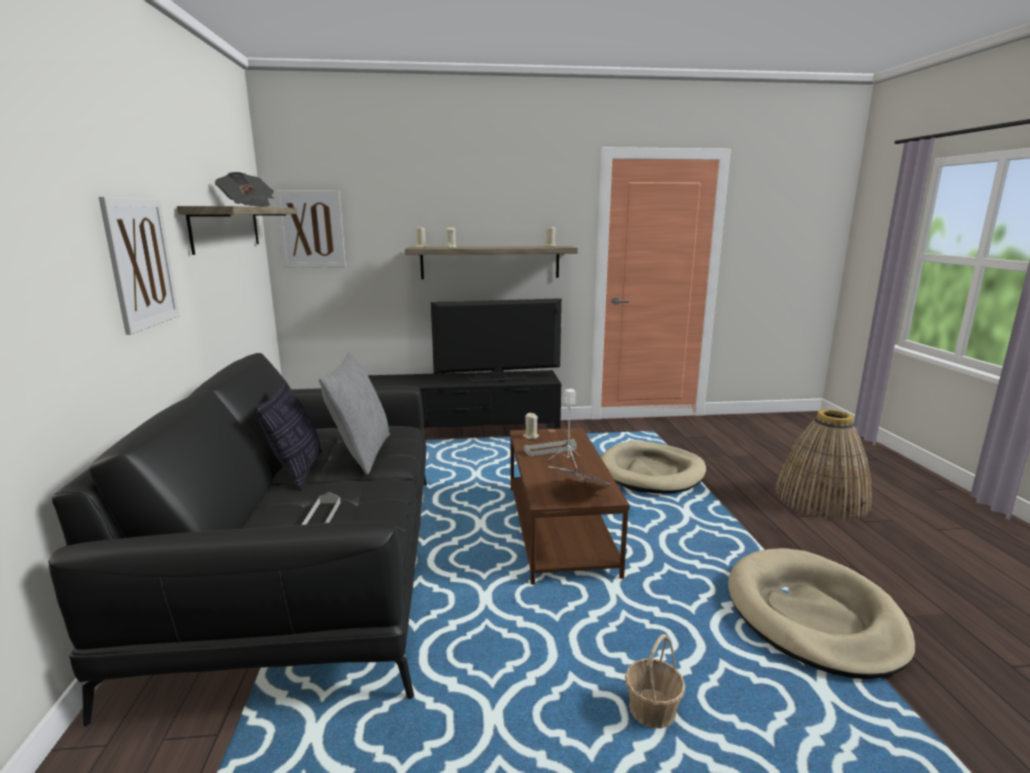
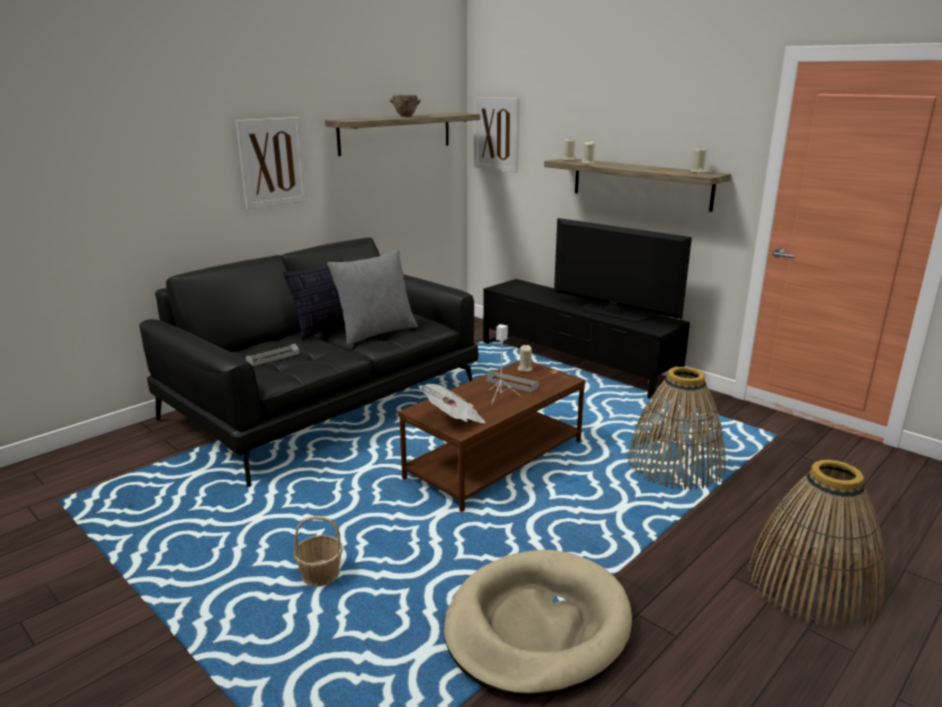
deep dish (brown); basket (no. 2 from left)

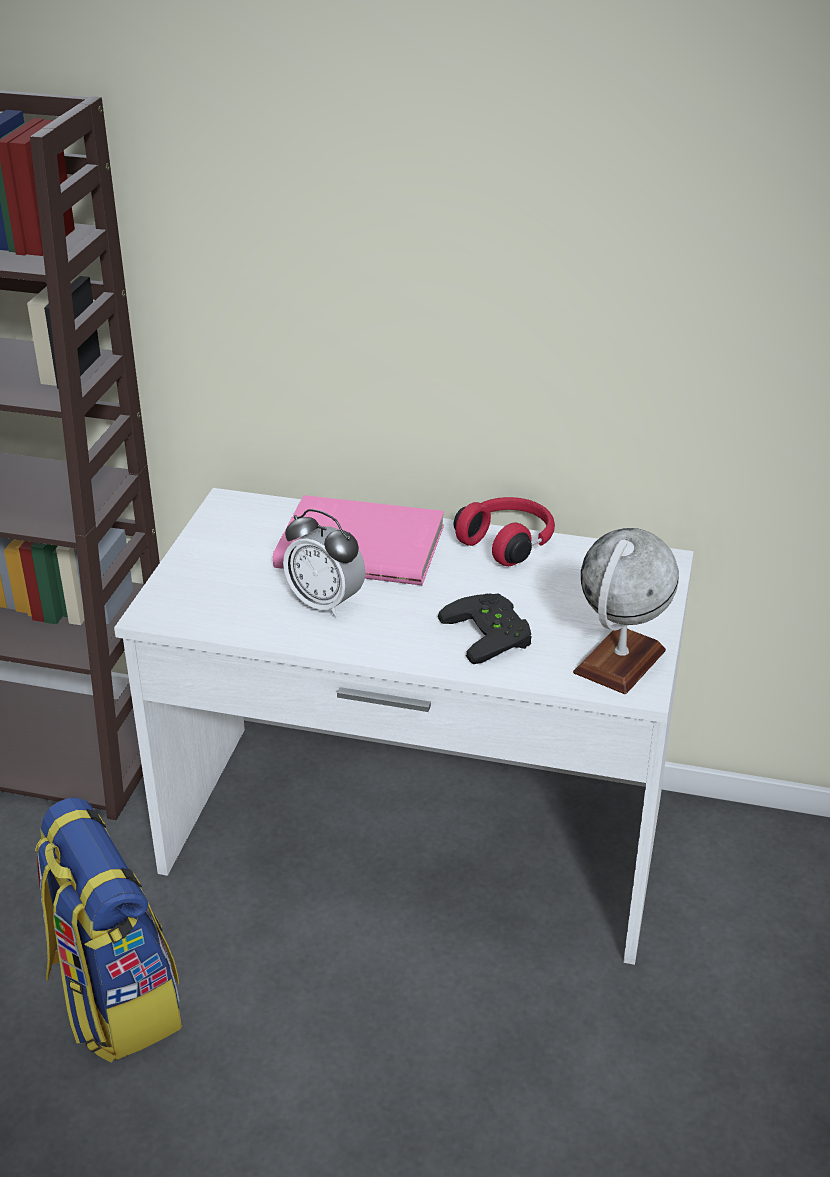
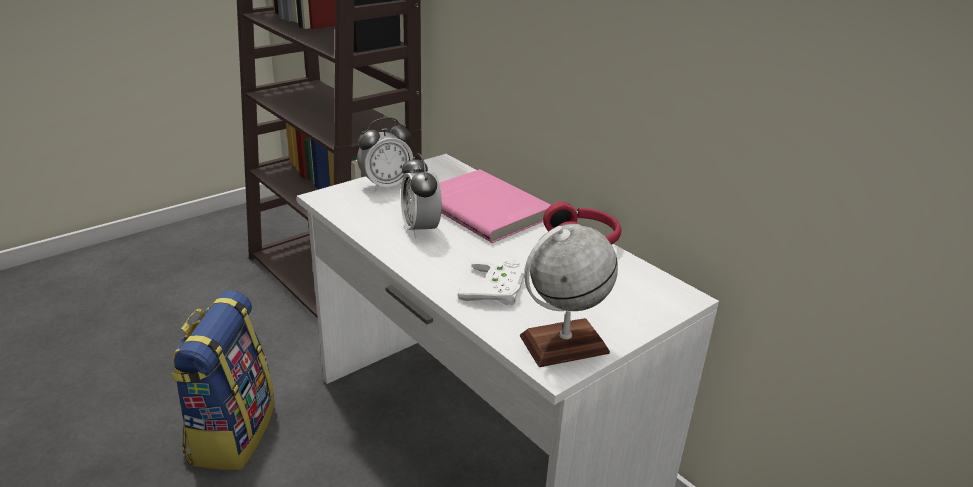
game controller (white-coloured); alarm clock (no. 1 from left)

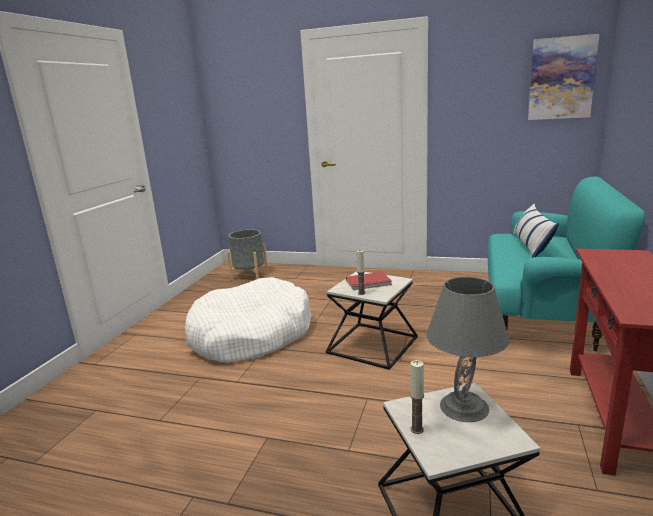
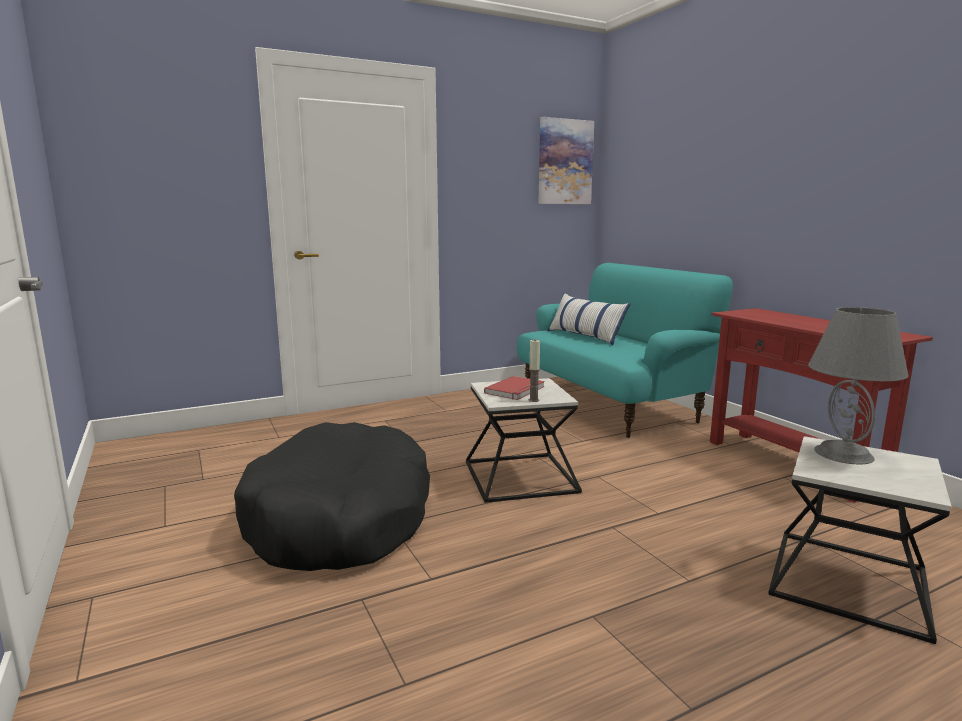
flower pot (gray); dog cushion (black); wax candle (no. 2 from left in the first image)

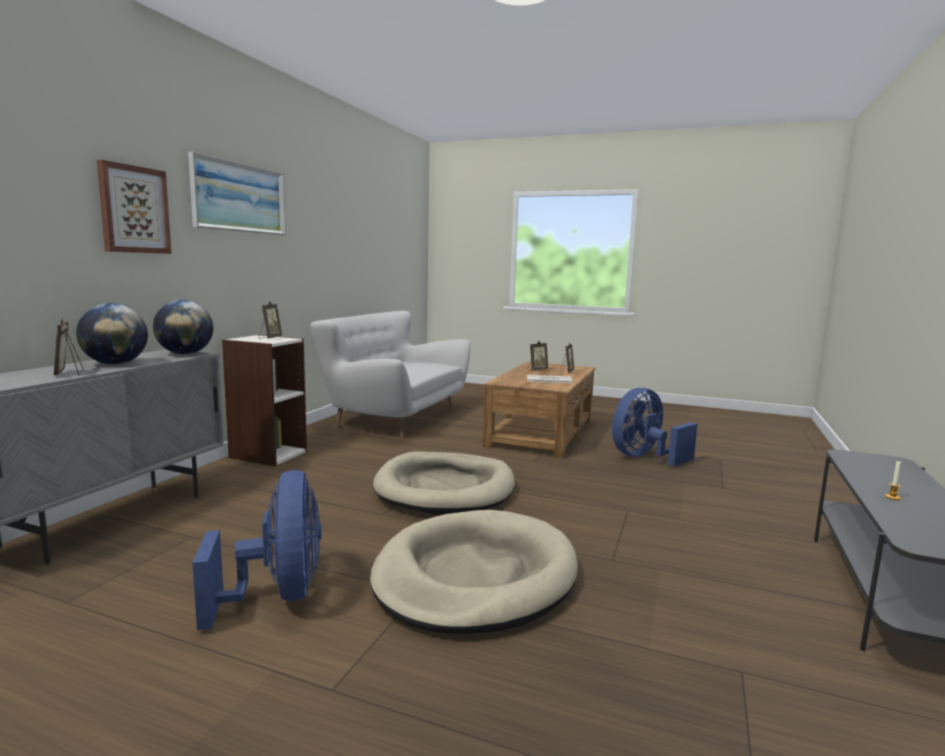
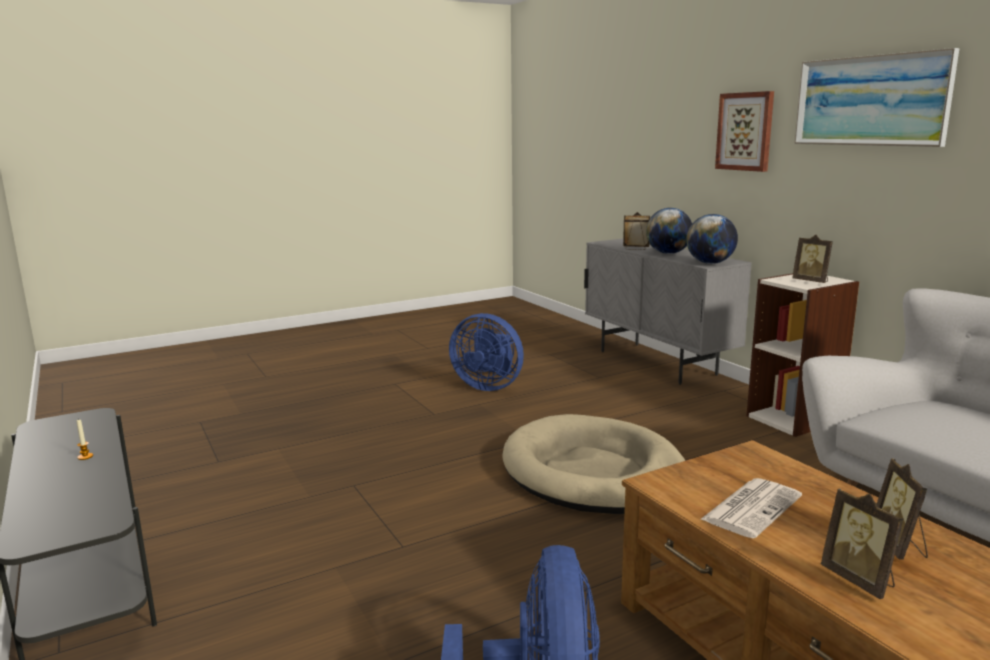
dog cushion (sand-coloured) (no. 2 from left in the first image)

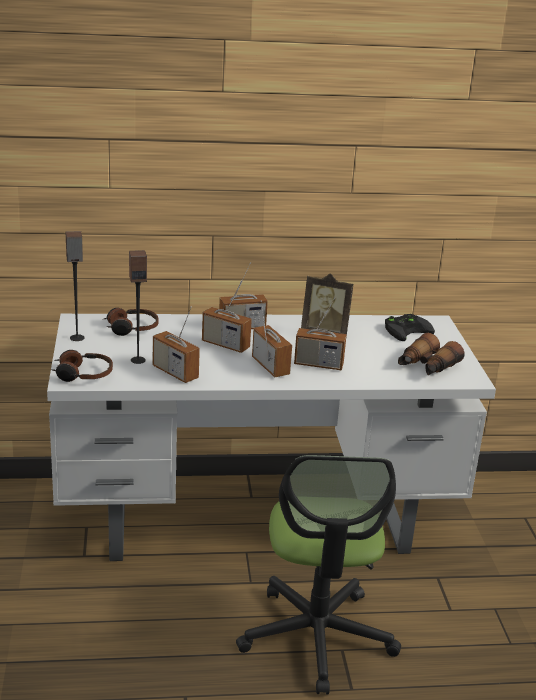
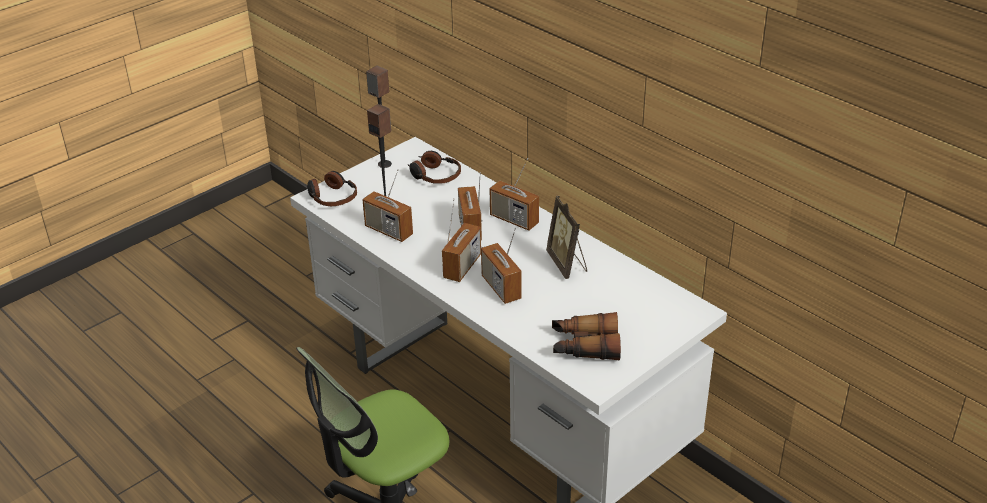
radio (no. 1 from left); game controller (black)

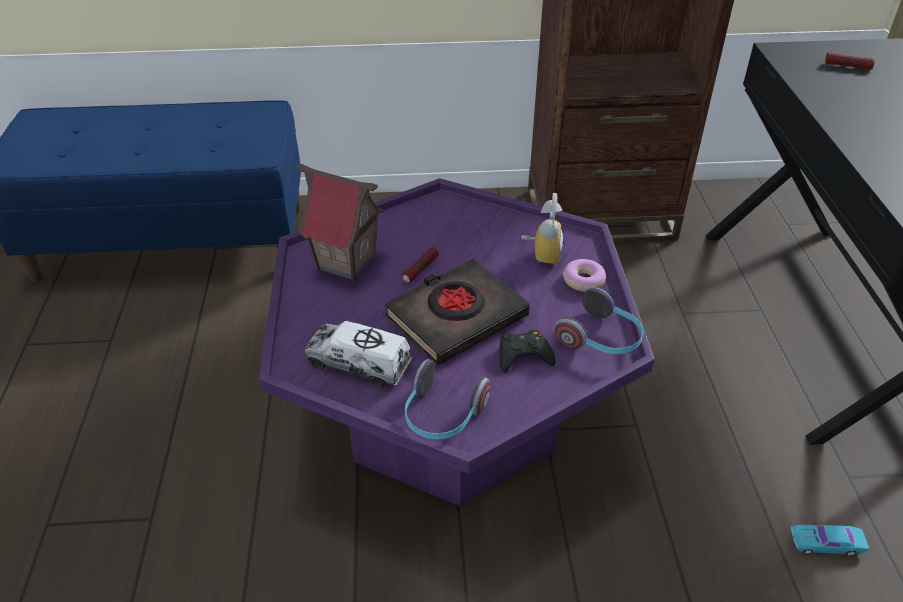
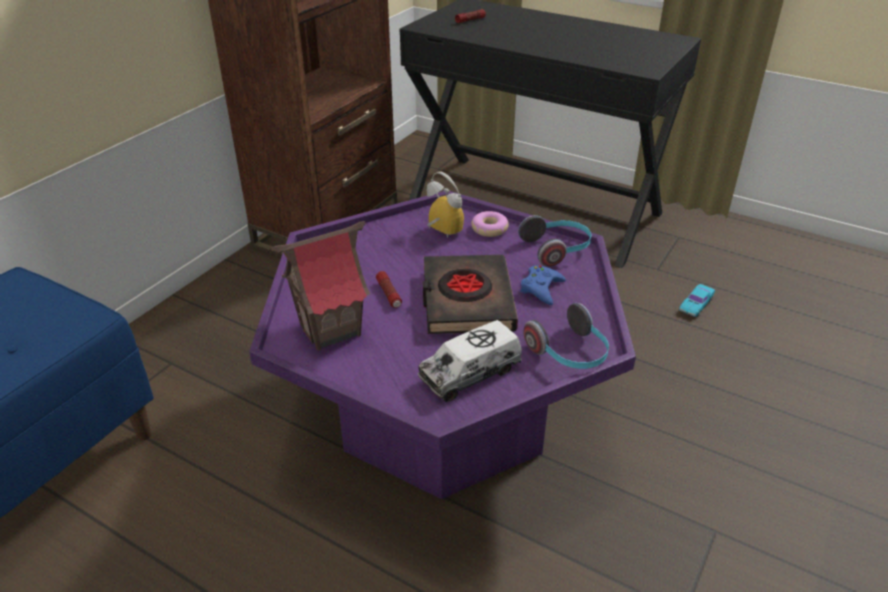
game controller (bluish)

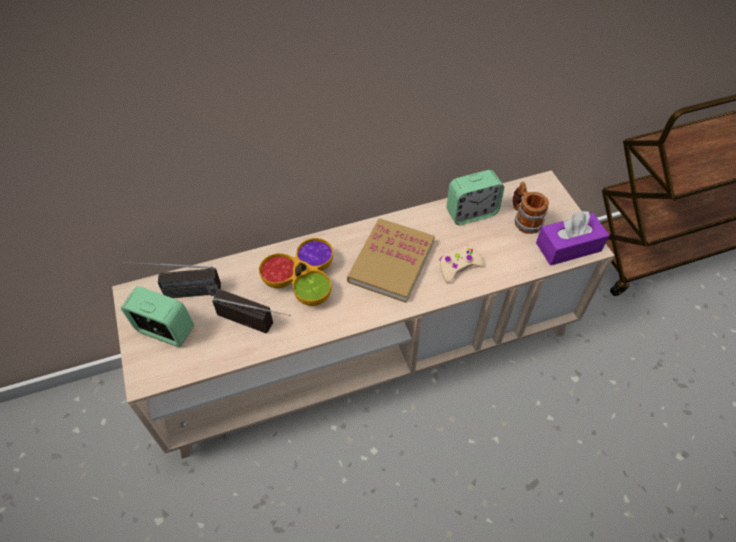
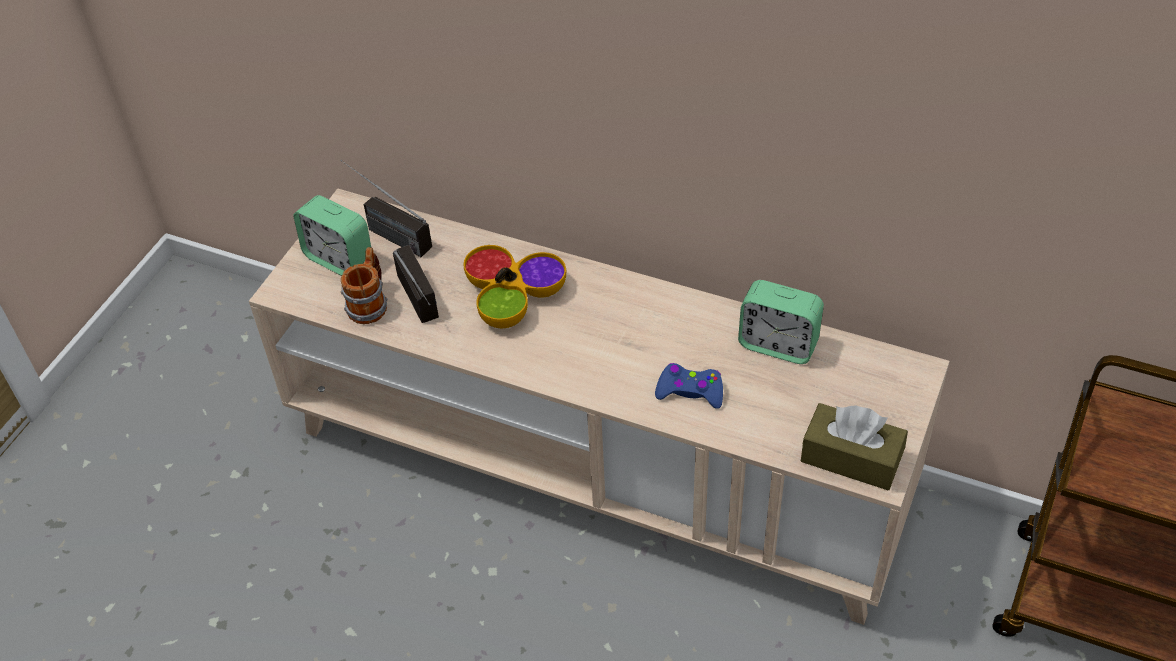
coffee mug; box of tissues (brown); book; game controller (bluish); alarm clock (no. 1 from left)

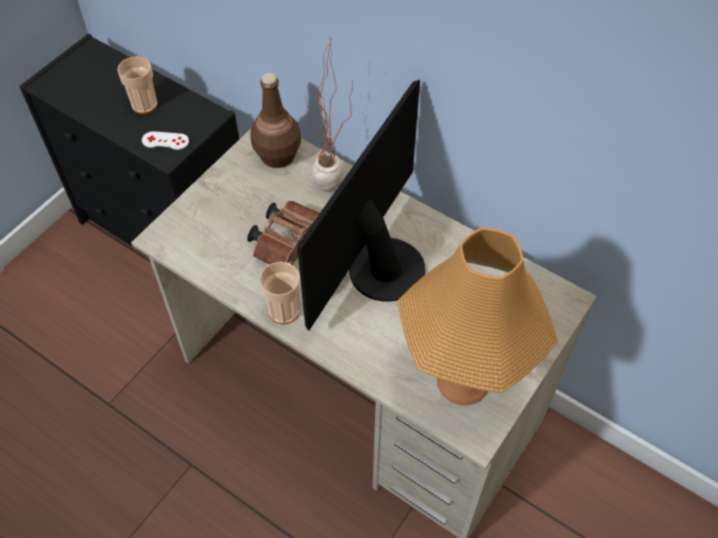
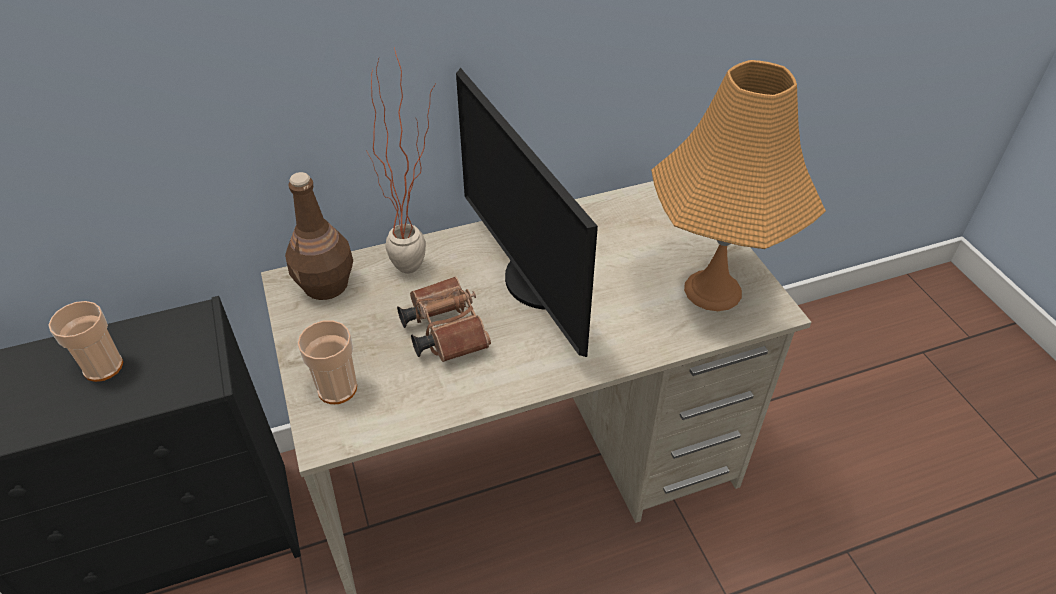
game controller (white-coloured); small cup (no. 2 from left)

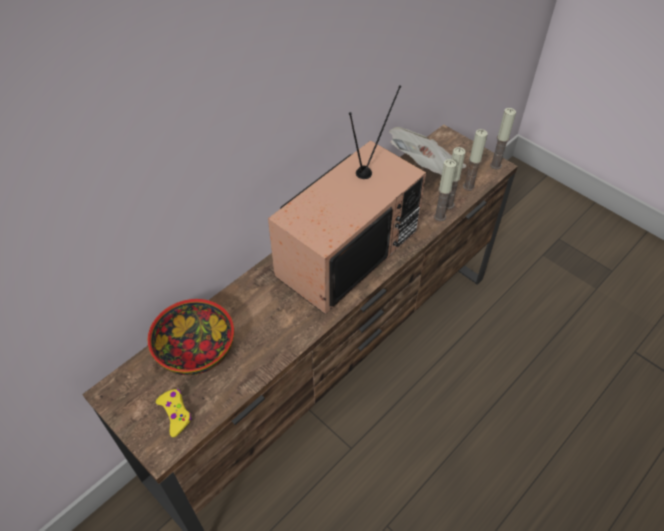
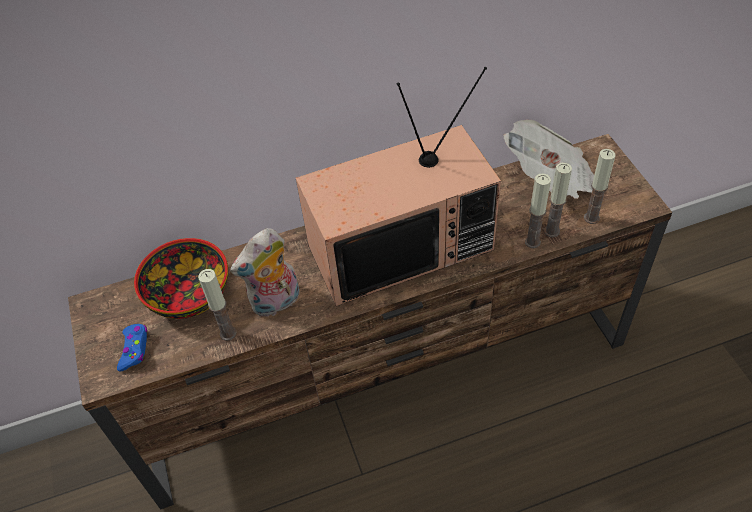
wax candle (no. 1 from left); game controller (bluish); soft toy

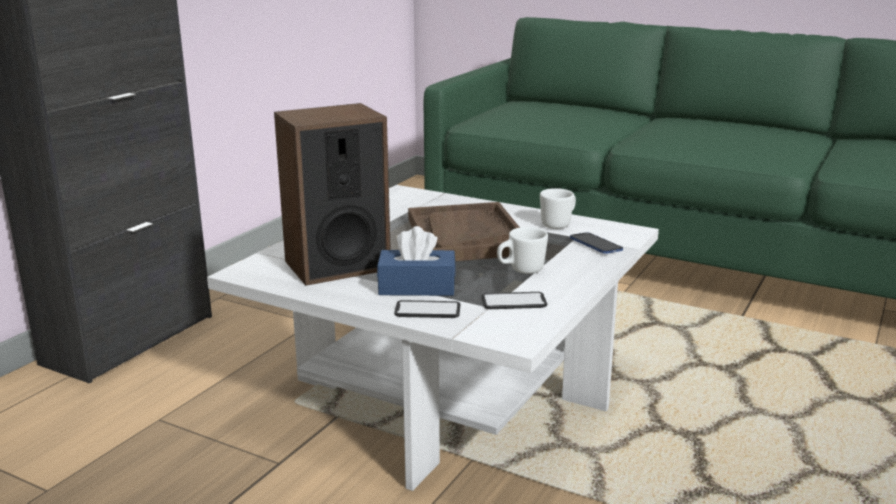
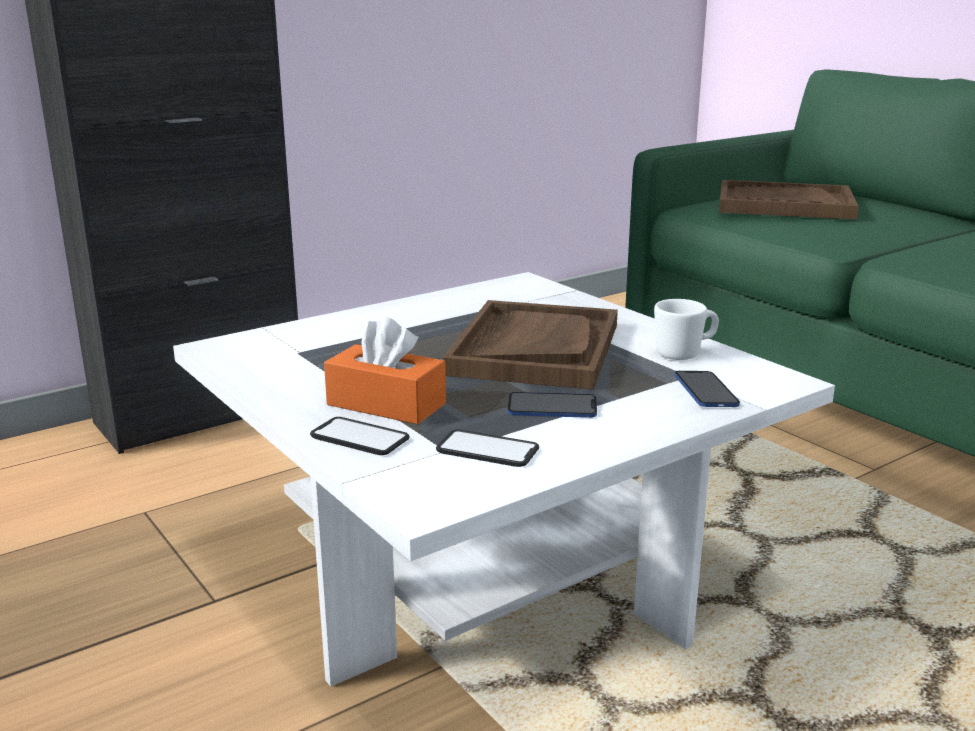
loudspeaker; box of tissues (orange); telephone (no. 3 from left); tray (brown) (no. 2 from left)

